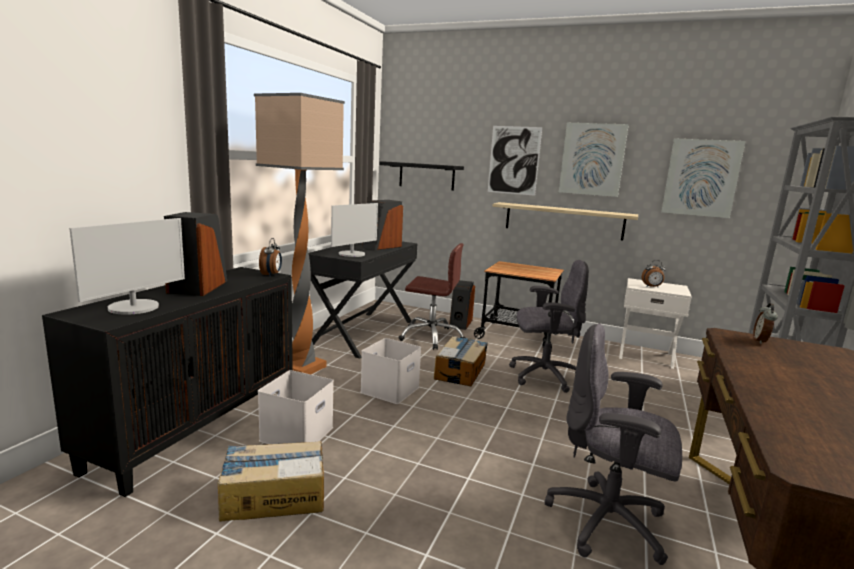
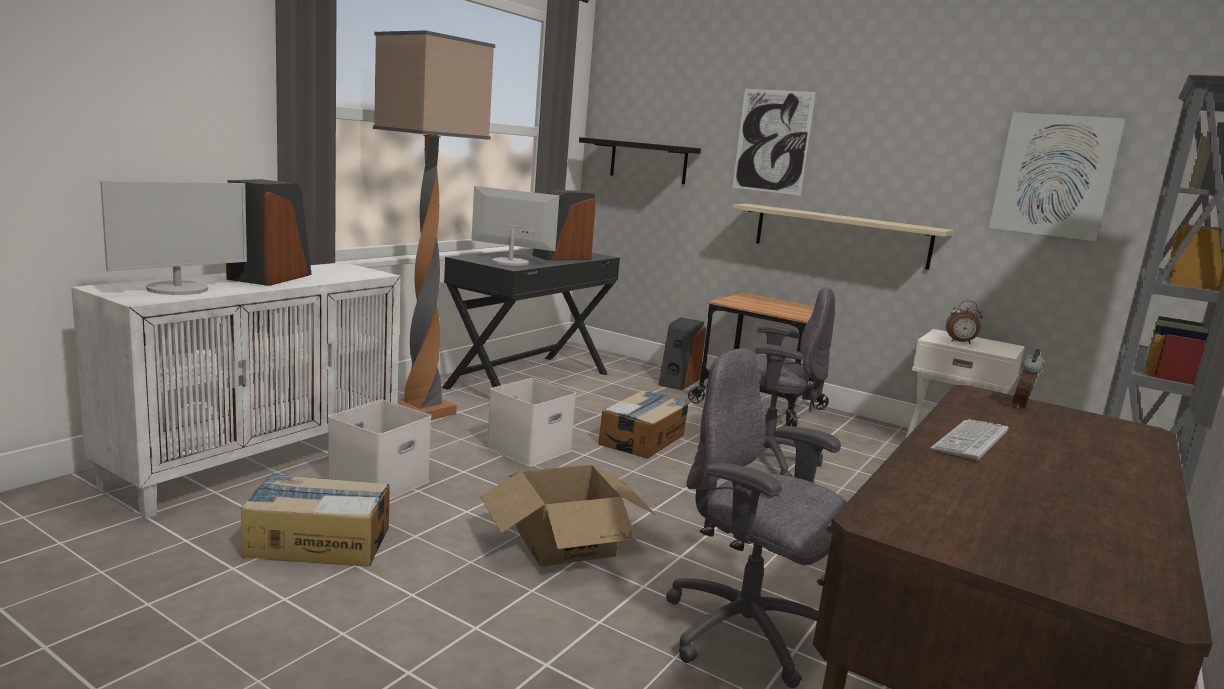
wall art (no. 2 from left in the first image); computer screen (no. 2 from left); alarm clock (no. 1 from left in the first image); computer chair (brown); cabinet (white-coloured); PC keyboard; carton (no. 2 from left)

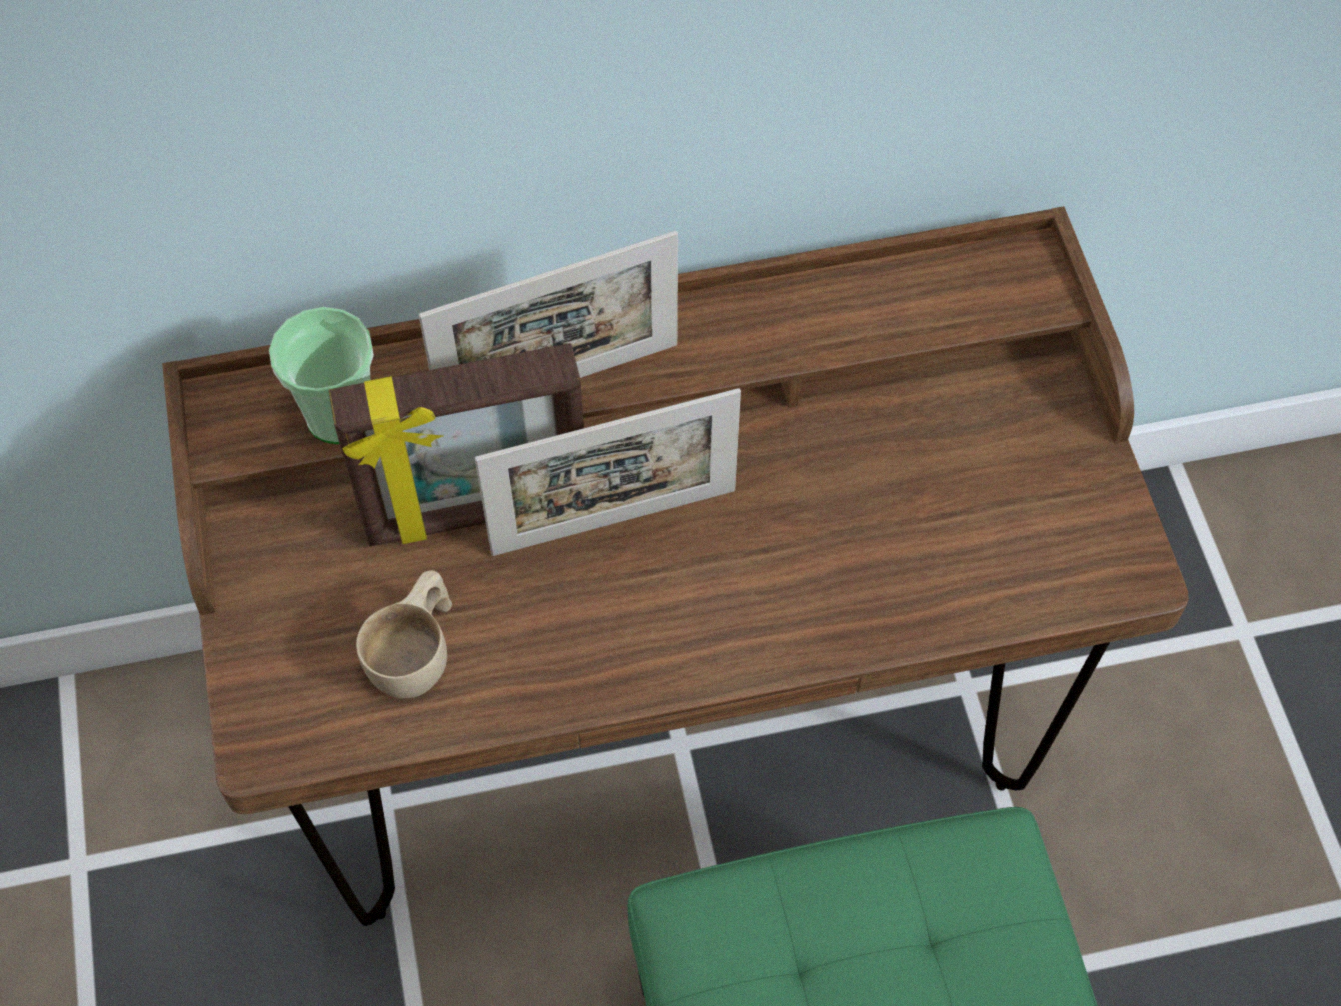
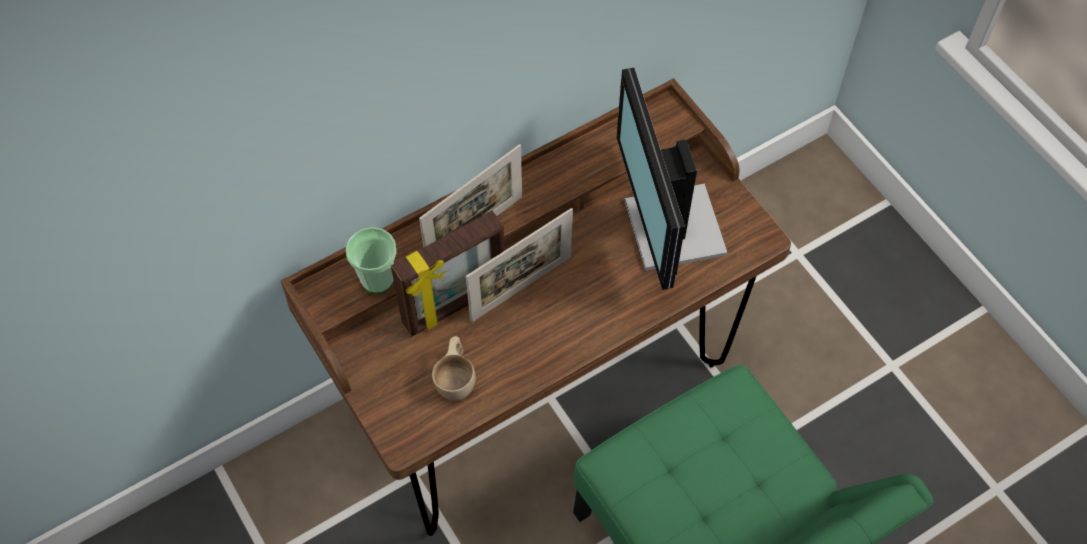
computer screen

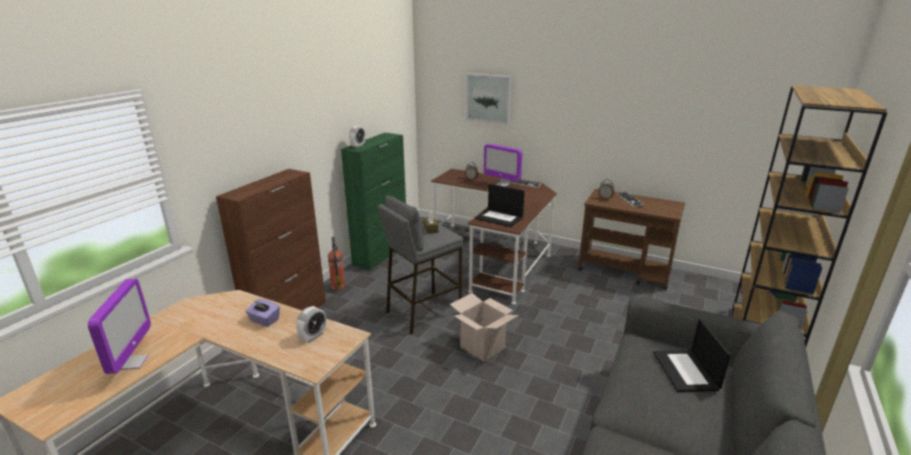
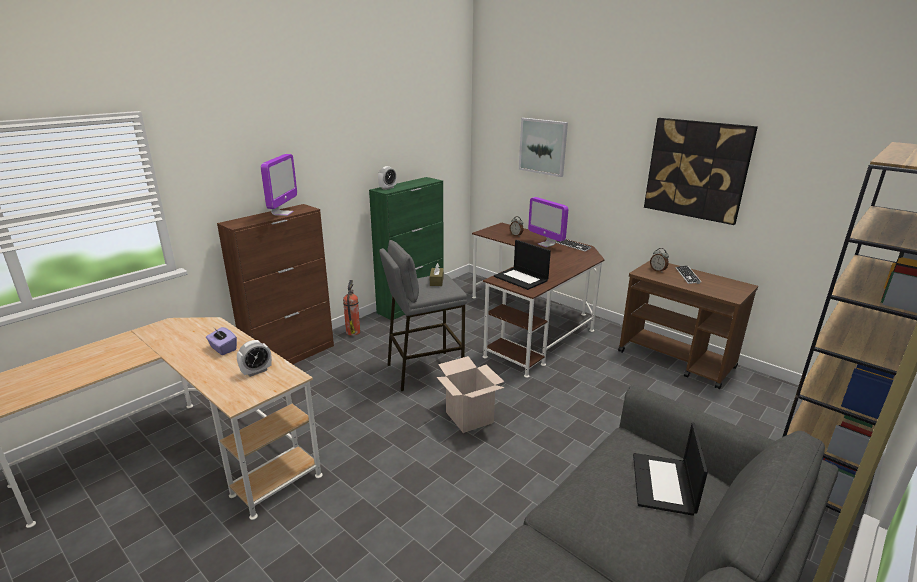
computer screen (no. 1 from left); wall art (no. 2 from left)

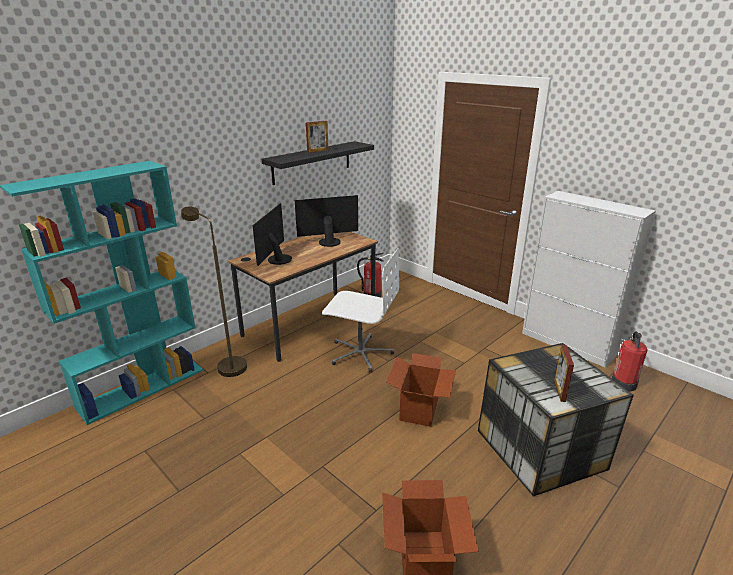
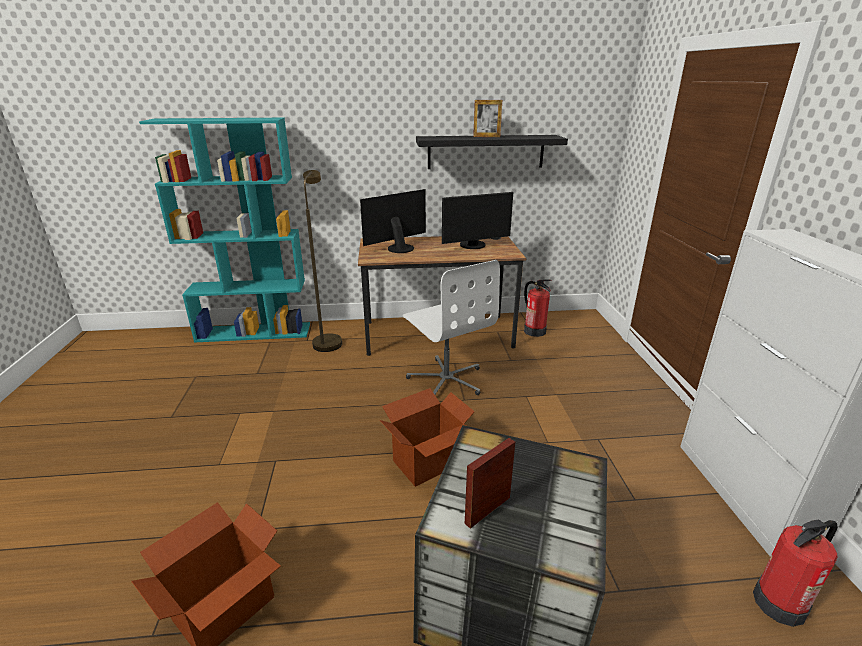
computer screen (no. 2 from left)

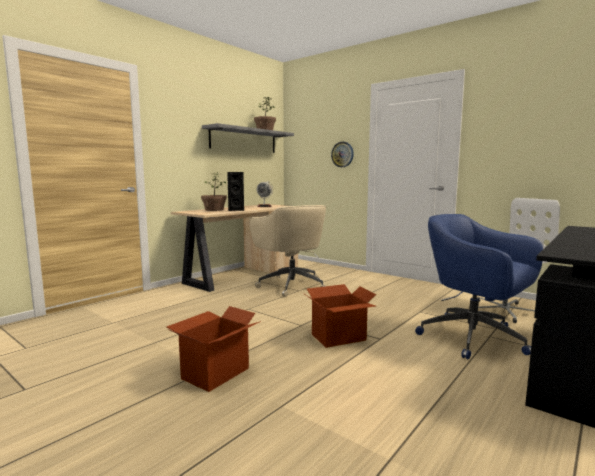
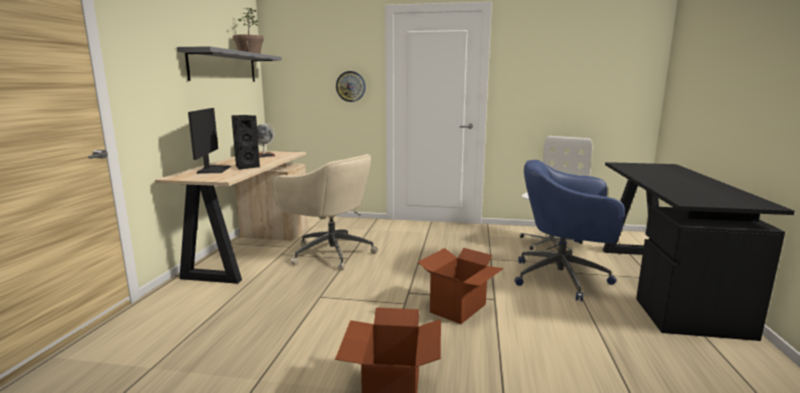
computer screen

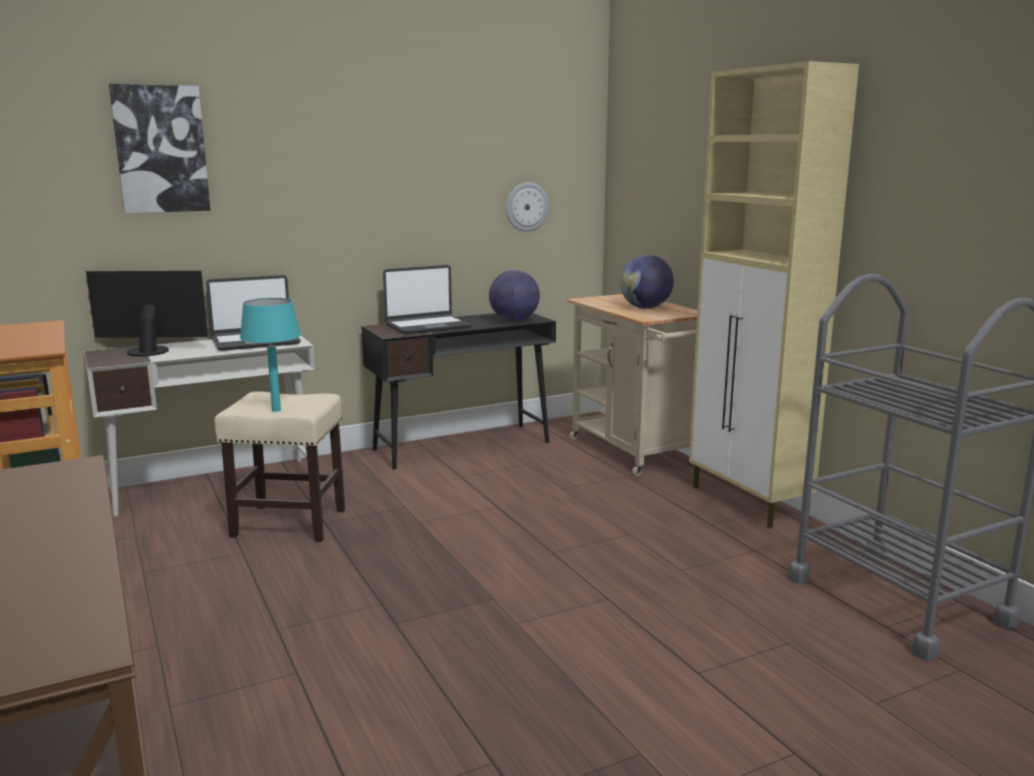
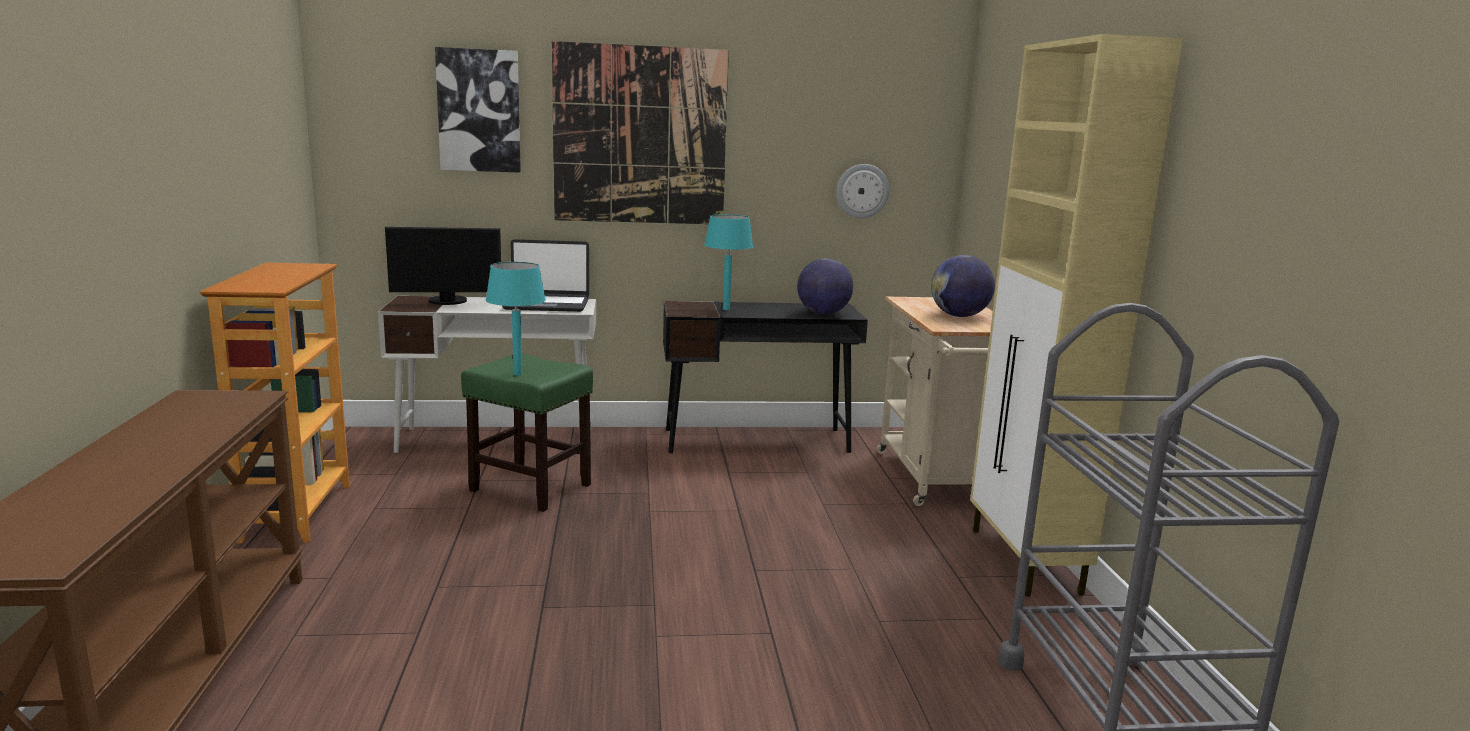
table lamp (turquoise) (no. 2 from left); computer screen; stool seat (green); wall art (no. 2 from left)

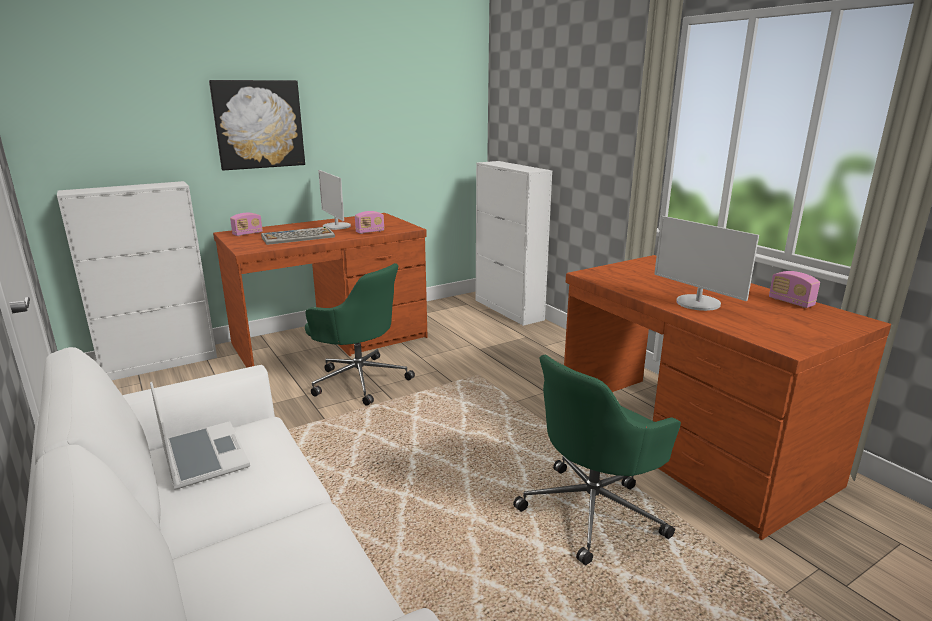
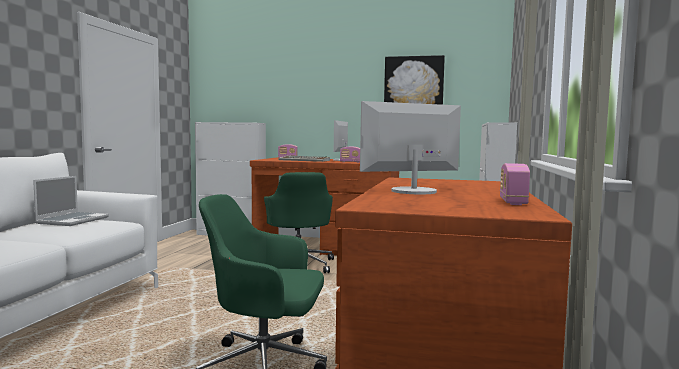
wall art; computer screen (no. 2 from left)

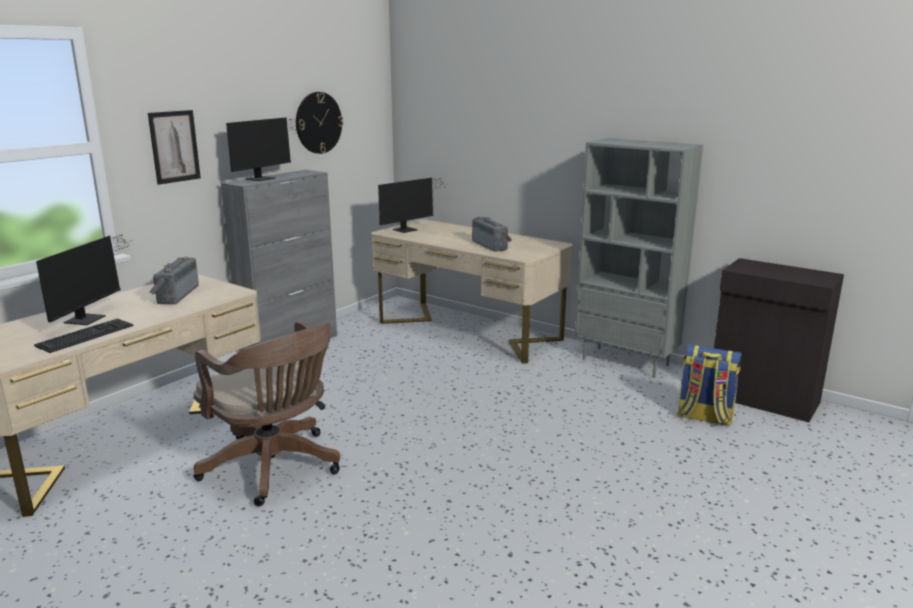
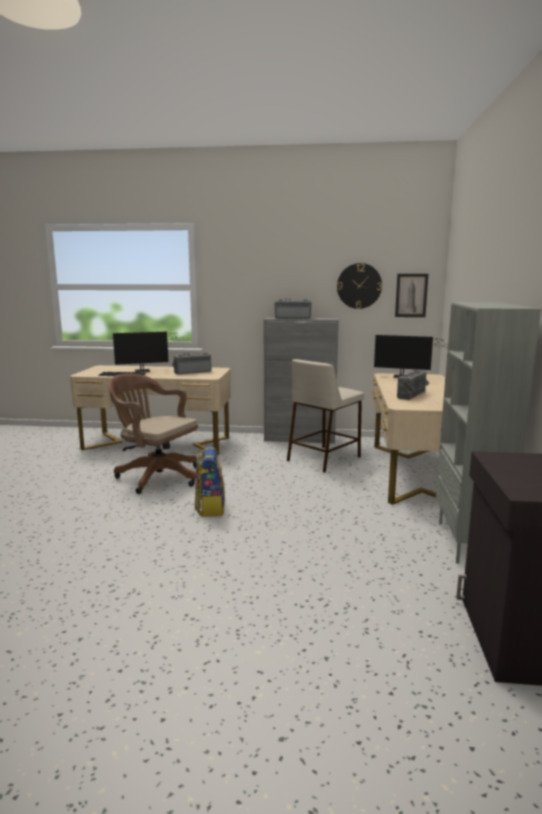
wall art; radio (no. 2 from left); computer chair (brown); knapsack; stool seat (sand-coloured)

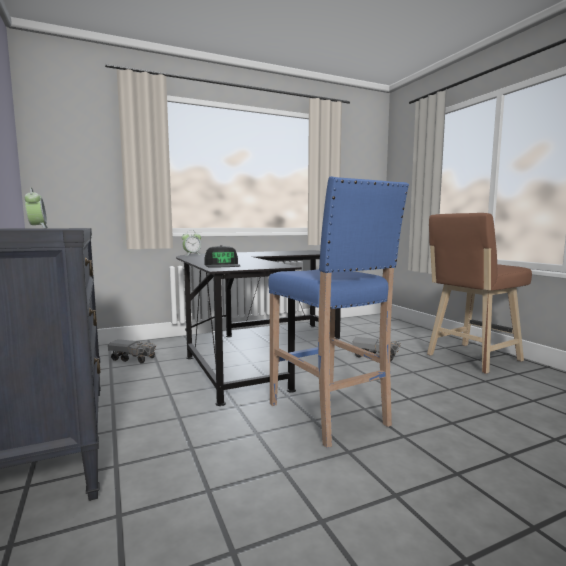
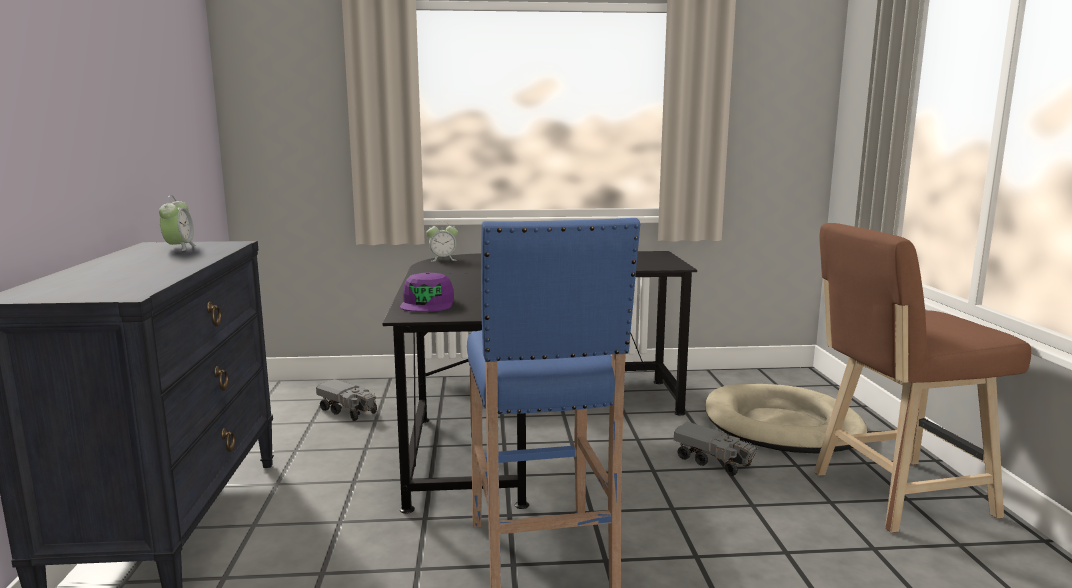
baseball cap (purple); dog cushion (sand-coloured)

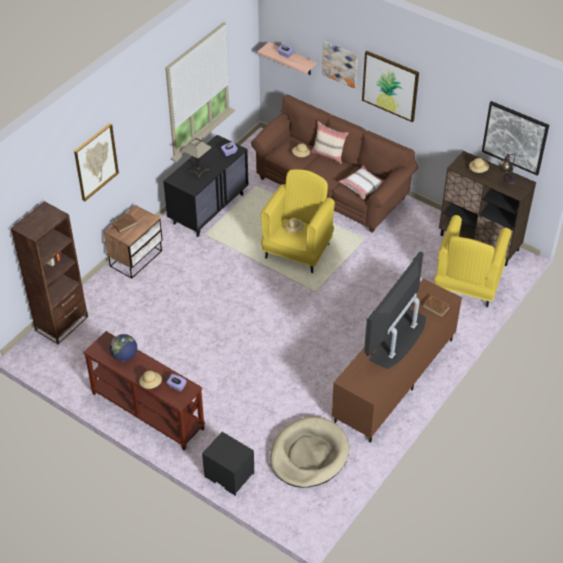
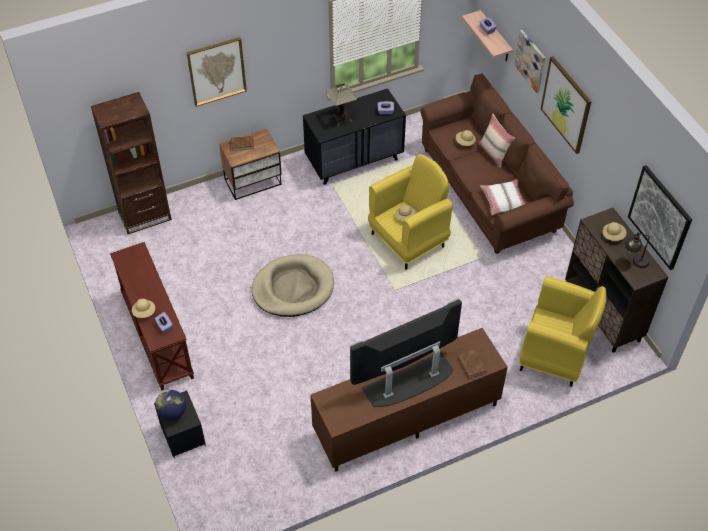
lounge chair (yellow) (no. 2 from left); globe; dog cushion (sand-coloured)

